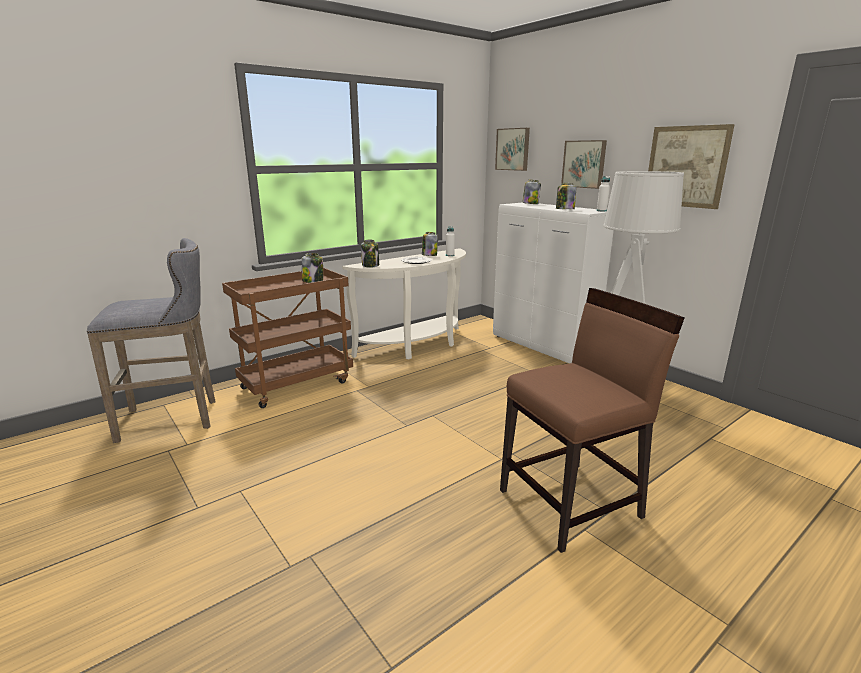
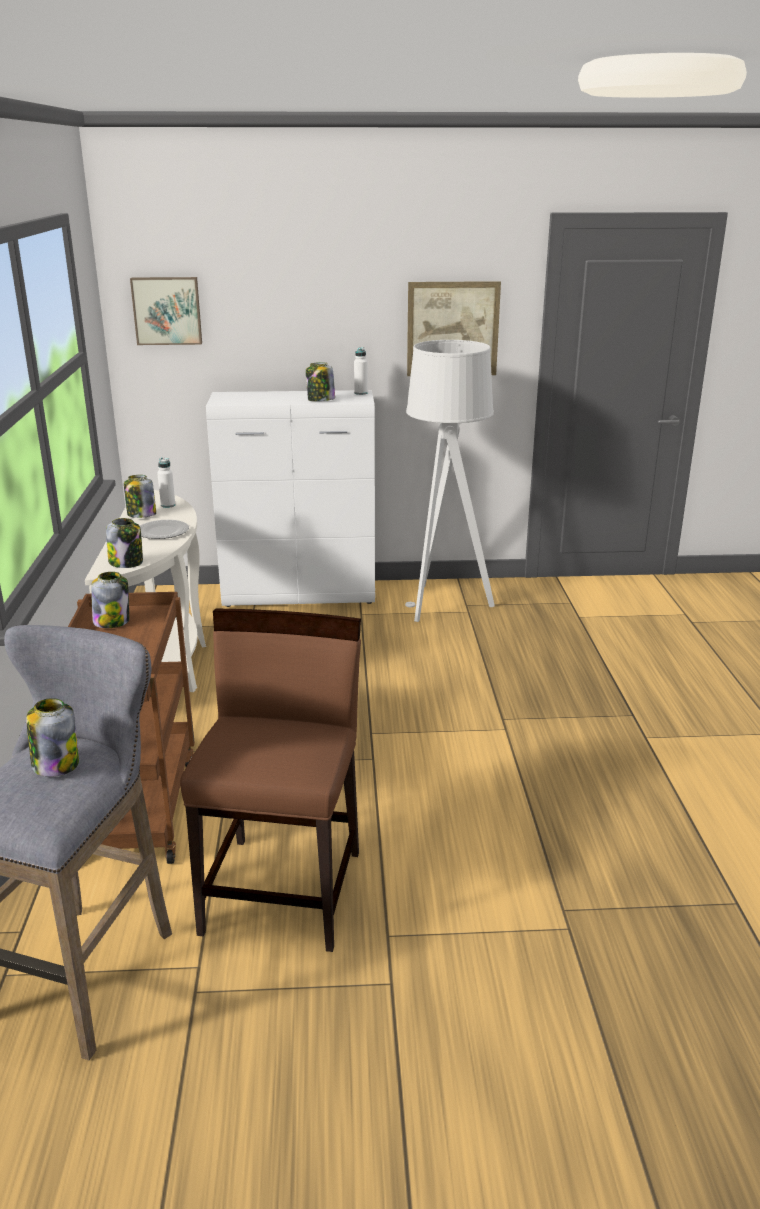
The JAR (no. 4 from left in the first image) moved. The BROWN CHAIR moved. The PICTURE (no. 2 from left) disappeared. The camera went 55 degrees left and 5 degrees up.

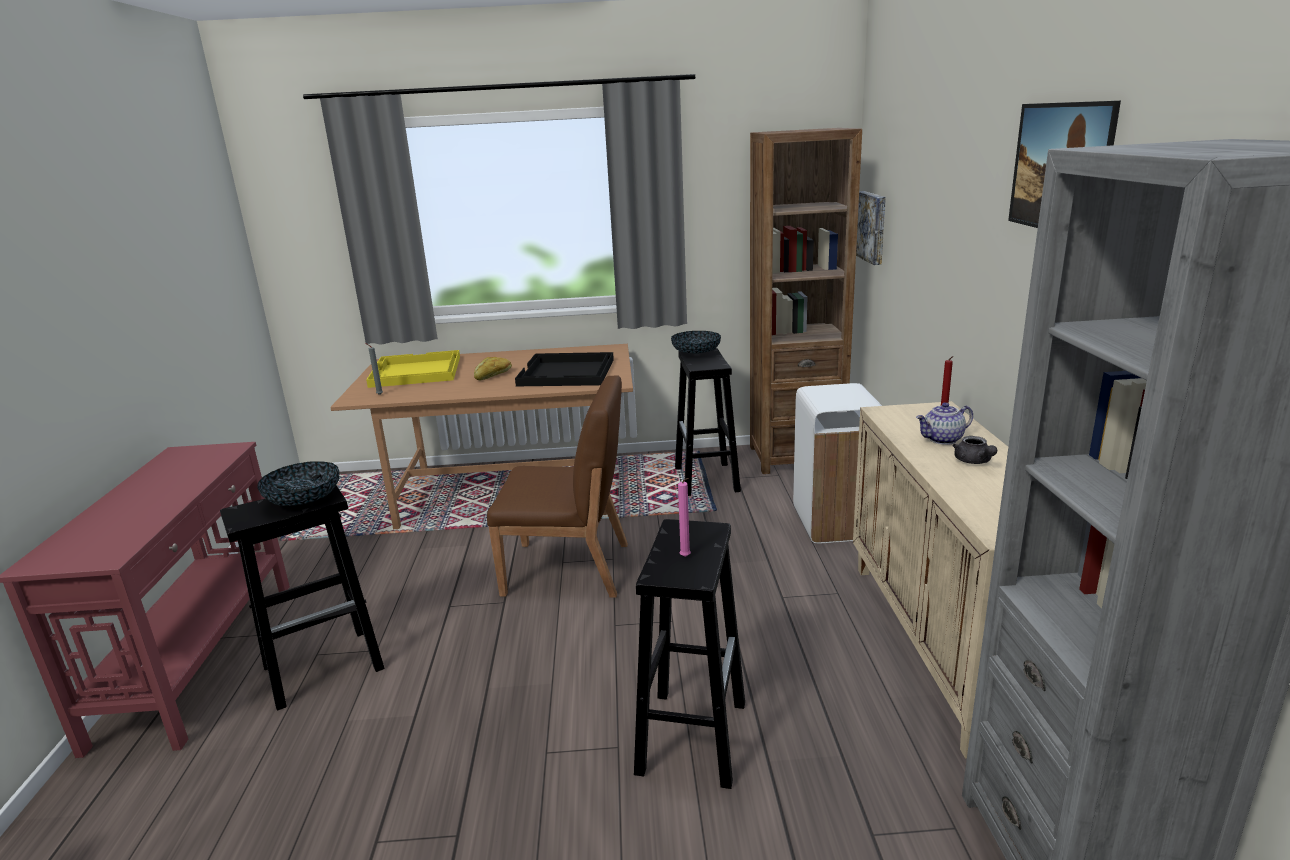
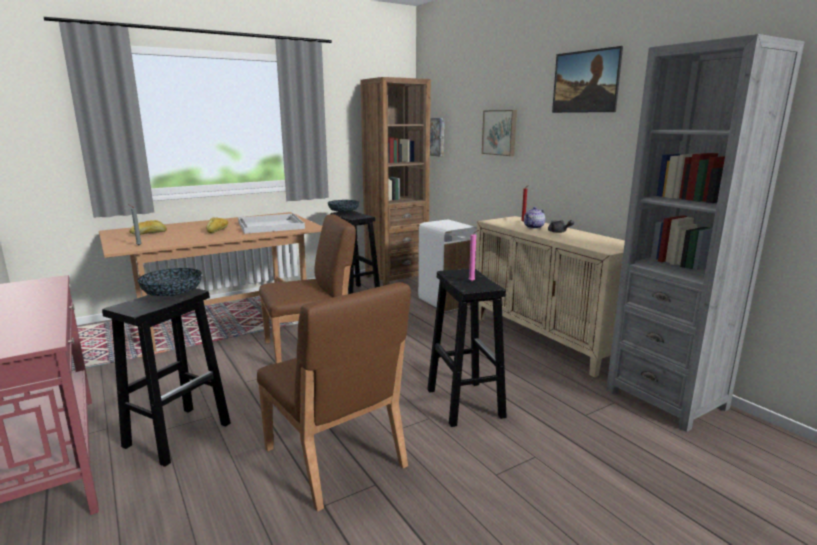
The YELLOW TRAY was replaced by the BREAD (no. 1 from left). The BLACK TRAY became the WHITE TRAY. The BROWN CHAIR (no. 2 from left) appeared. The PICTURE (no. 2 from left) appeared. The camera went 30 degrees left and 5 degrees down.

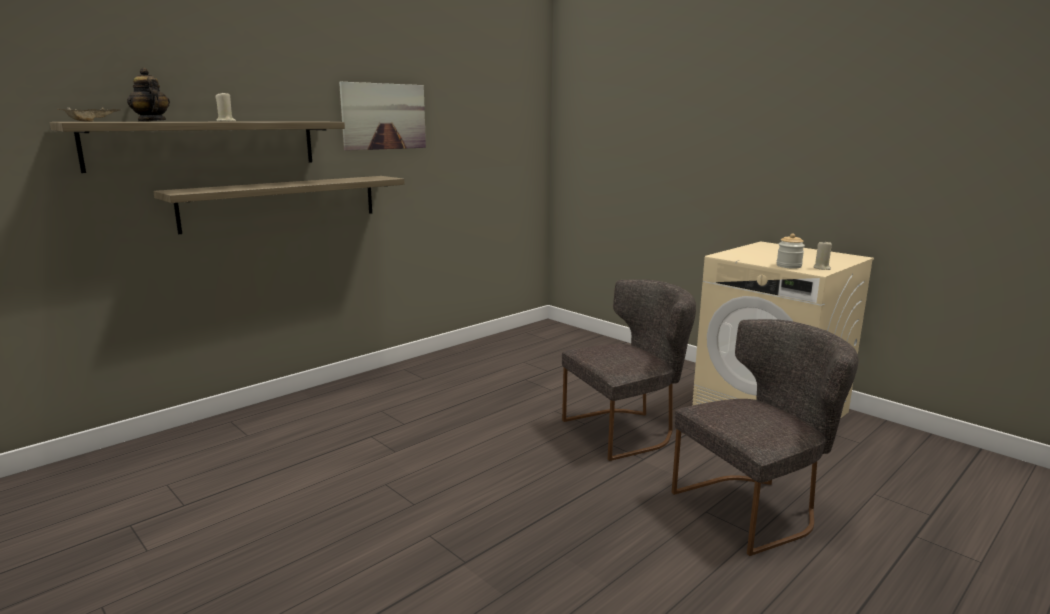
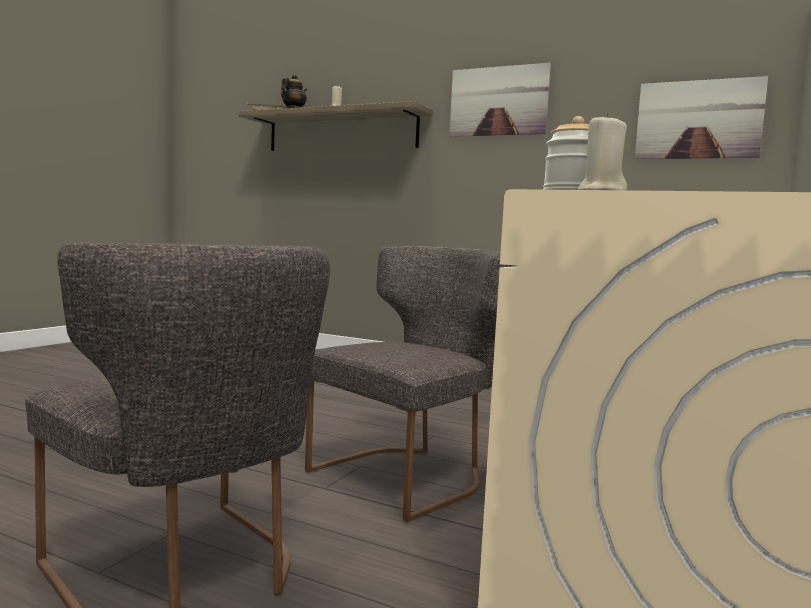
The GREY CHAIR (no. 1 from left in the first image) turned 90 degrees counterclockwise. The PICTURE (no. 2 from left) appeared. The SHELF (no. 2 from left) disappeared. The camera went 70 degrees right and 10 degrees down.

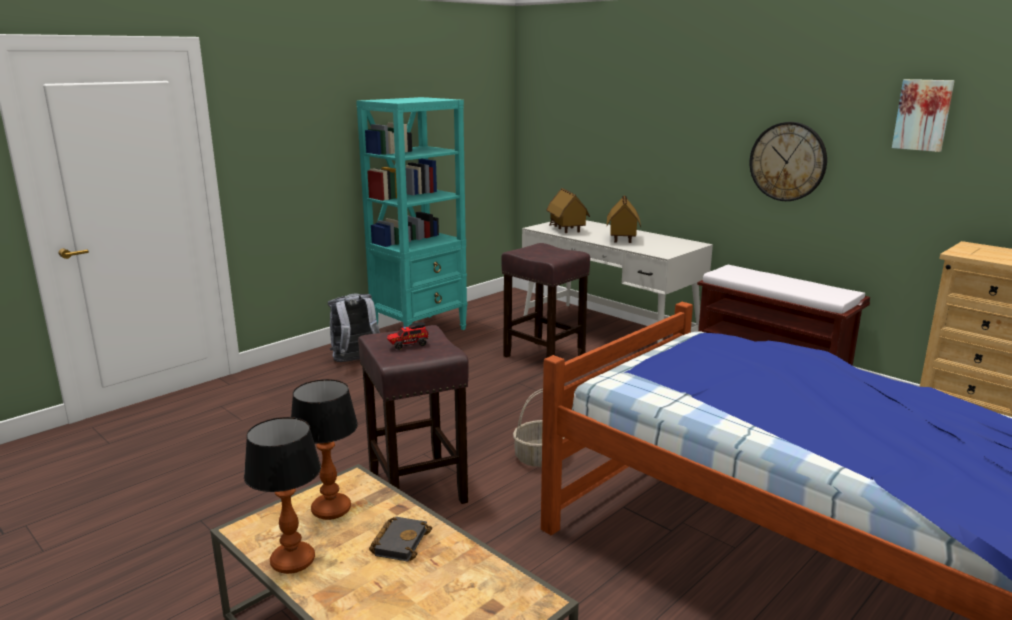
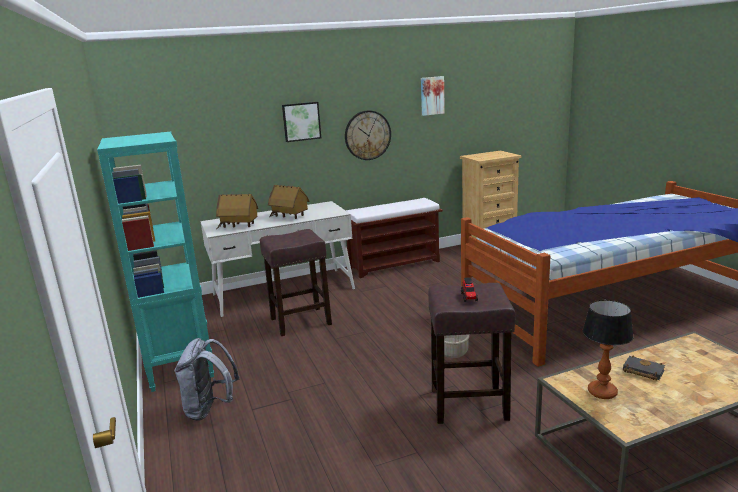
The PICTURE (no. 1 from left) appeared. The TABLE LAMP (no. 1 from left) disappeared. The camera went 65 degrees left and 0 degrees up.

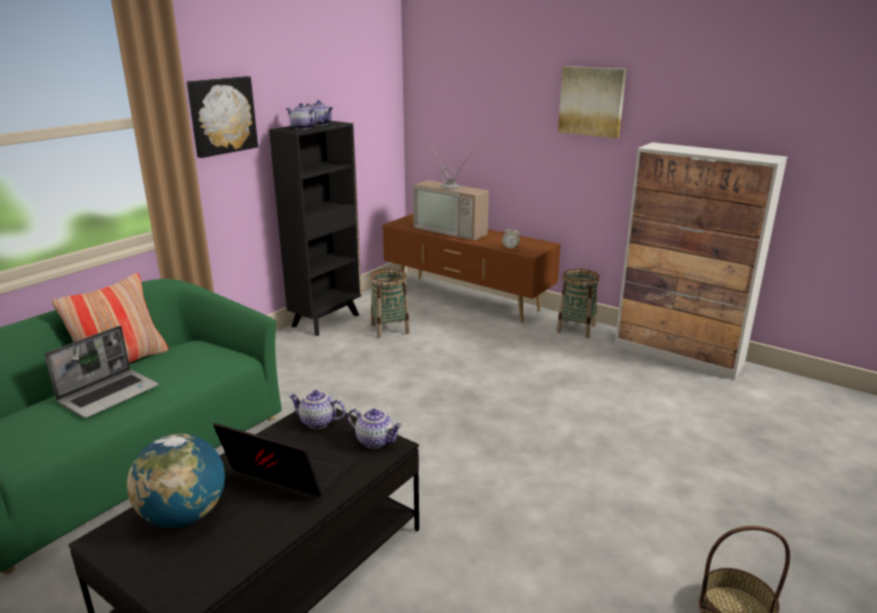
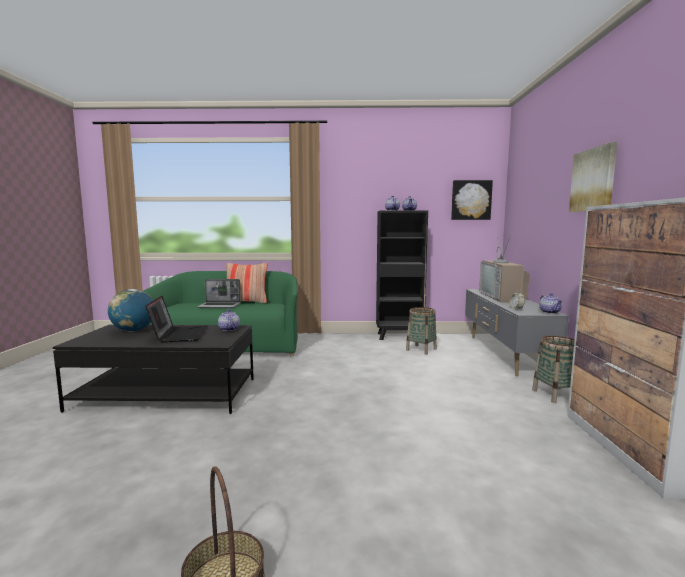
The PICTURE (no. 1 from left) moved. The BROWN TV STAND became the GREY TV STAND. The TEAPOT (no. 4 from left) moved. The camera went 55 degrees right and 15 degrees down.

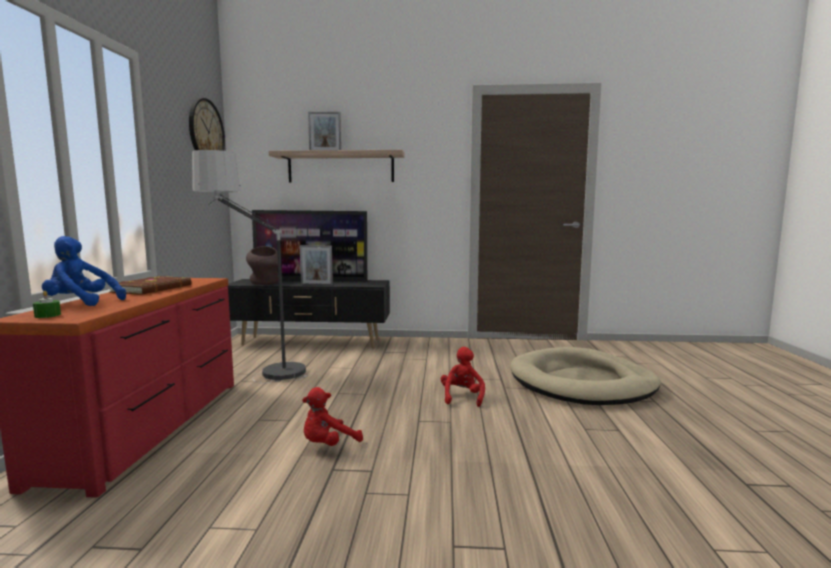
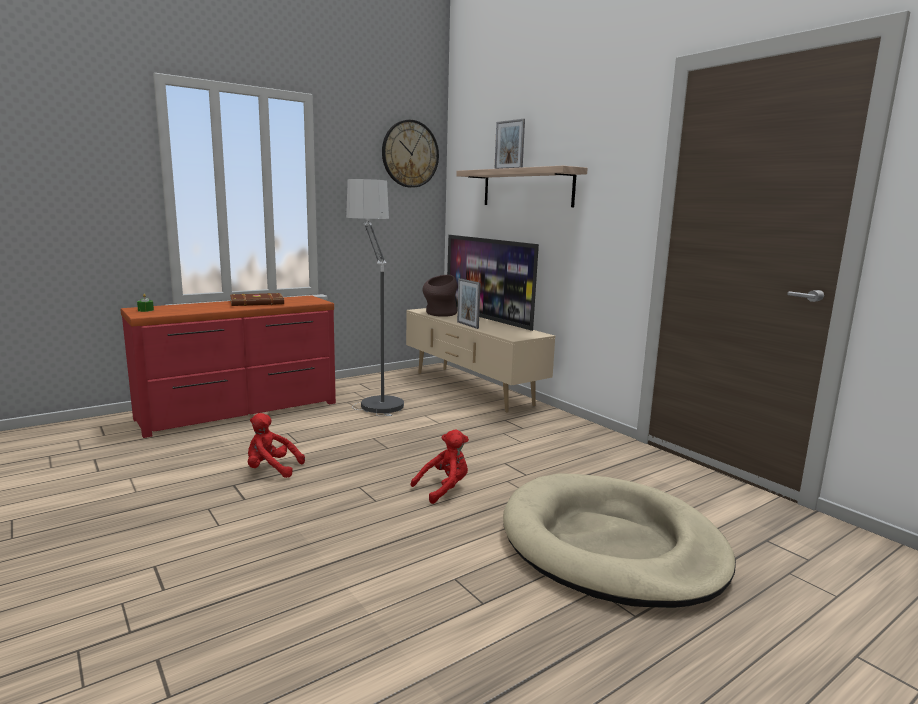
The BLACK TV STAND became the BEIGE TV STAND. The BLUE PLUSH TOY disappeared. The camera went 50 degrees right and 5 degrees up.

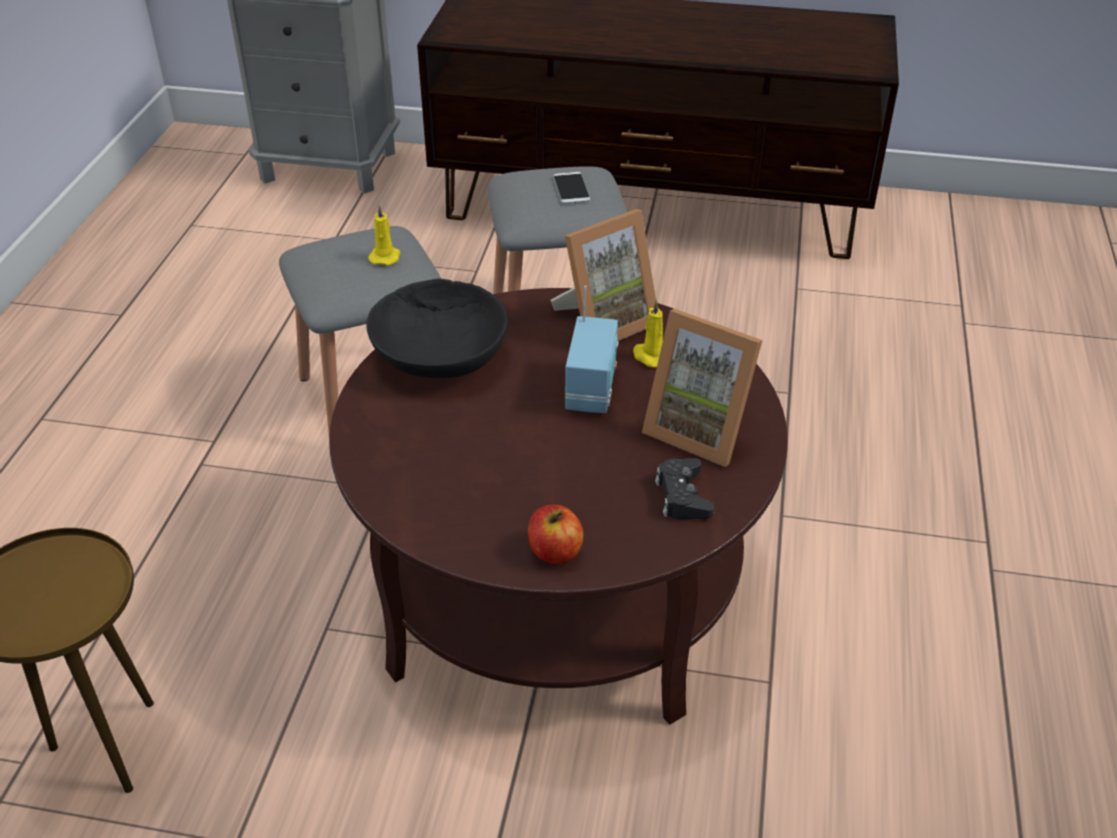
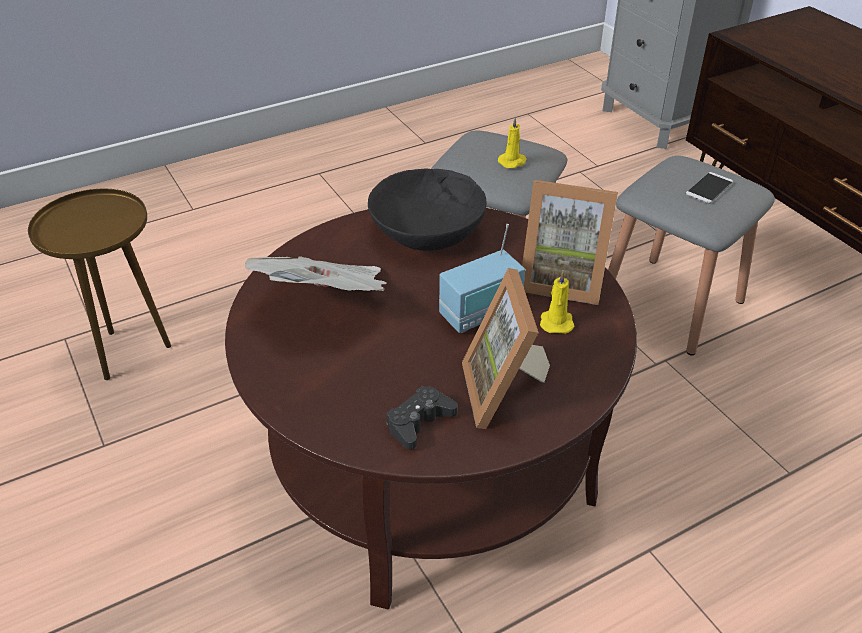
The NEWSPAPER appeared. The APPLE disappeared. The camera went 50 degrees right and 0 degrees up.

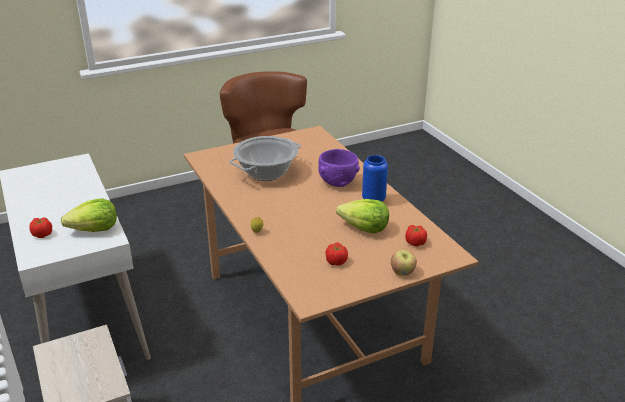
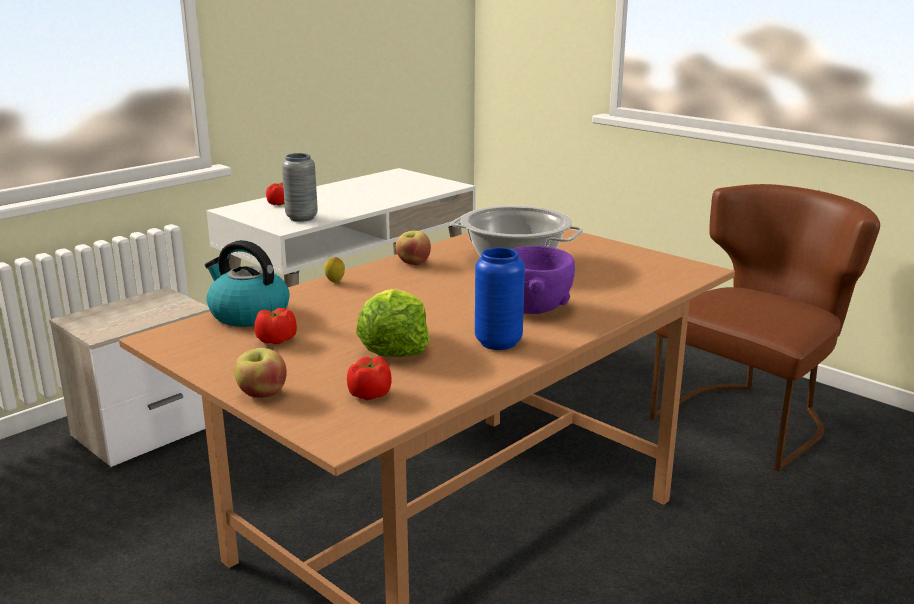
The KETTLE appeared. The LETTUCE (no. 1 from left) was replaced by the GREY VASE. The APPLE (no. 2 from left) appeared. The camera went 70 degrees right and 10 degrees down.

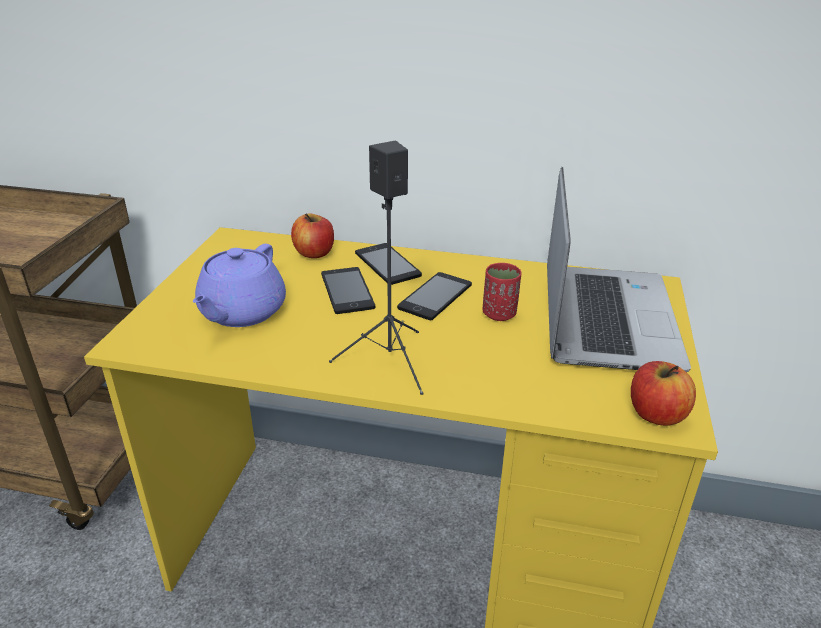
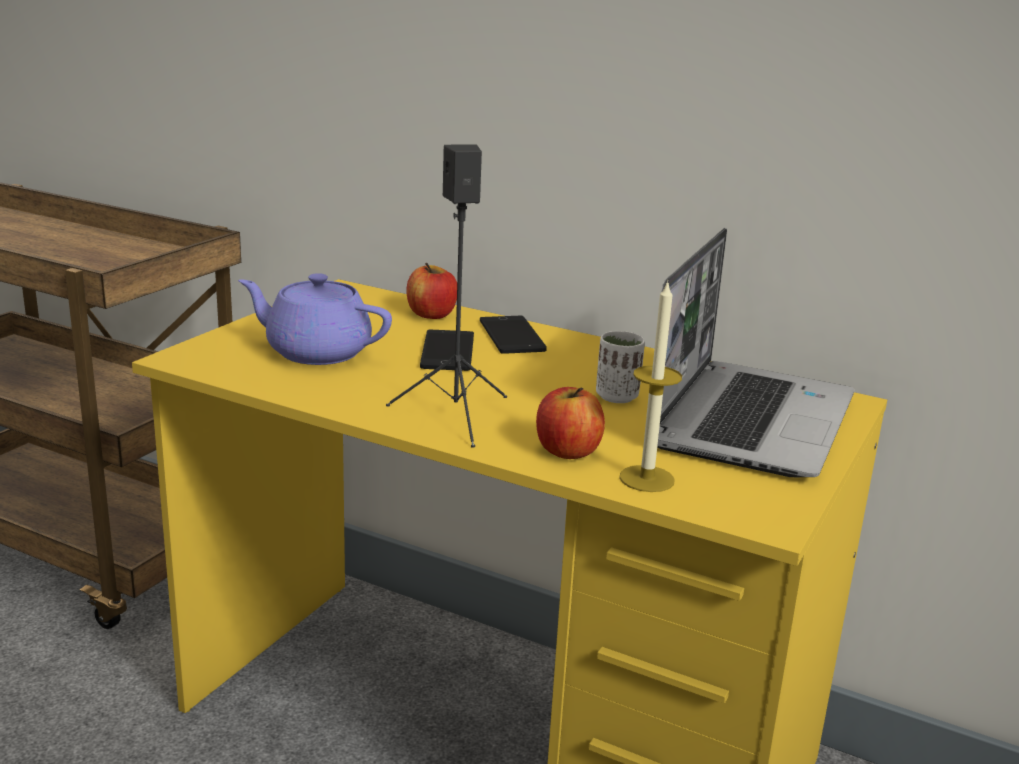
The PURPLE TEAPOT turned 75 degrees clockwise. The APPLE (no. 2 from left) moved. The RED CUP became the WHITE CUP. The CANDLE appeared. The PHONE (no. 3 from left) disappeared. The camera went 15 degrees right and 10 degrees down.

